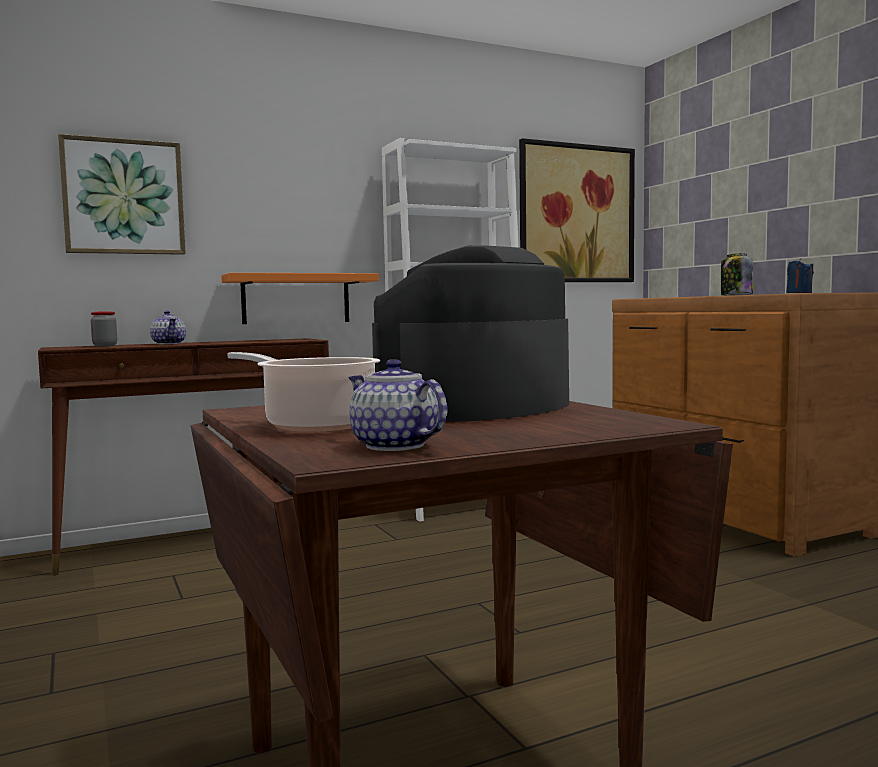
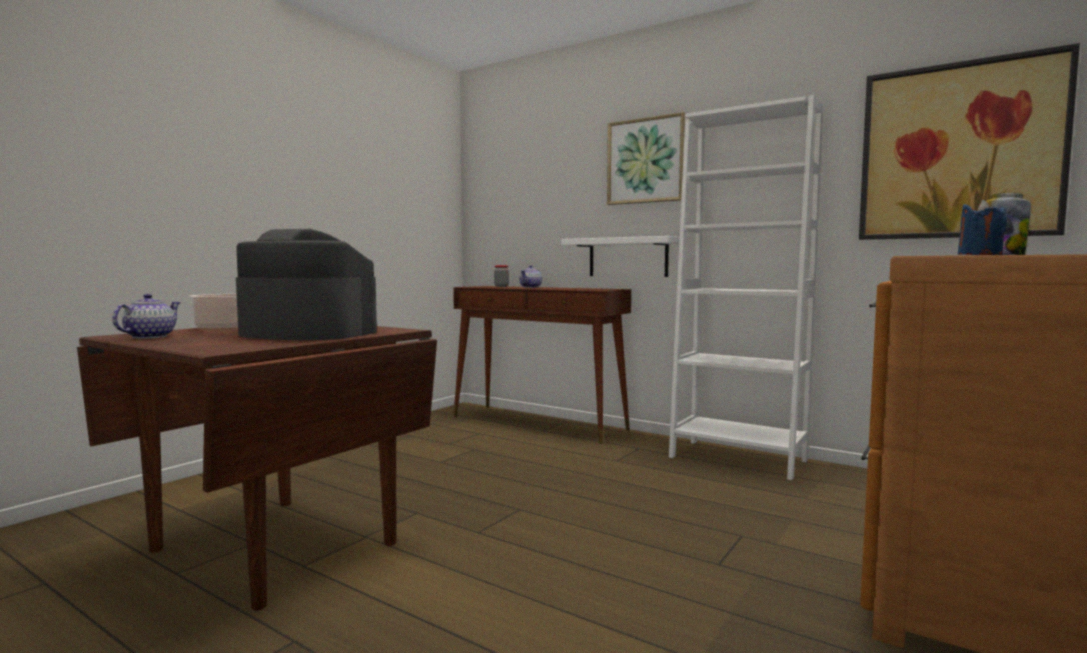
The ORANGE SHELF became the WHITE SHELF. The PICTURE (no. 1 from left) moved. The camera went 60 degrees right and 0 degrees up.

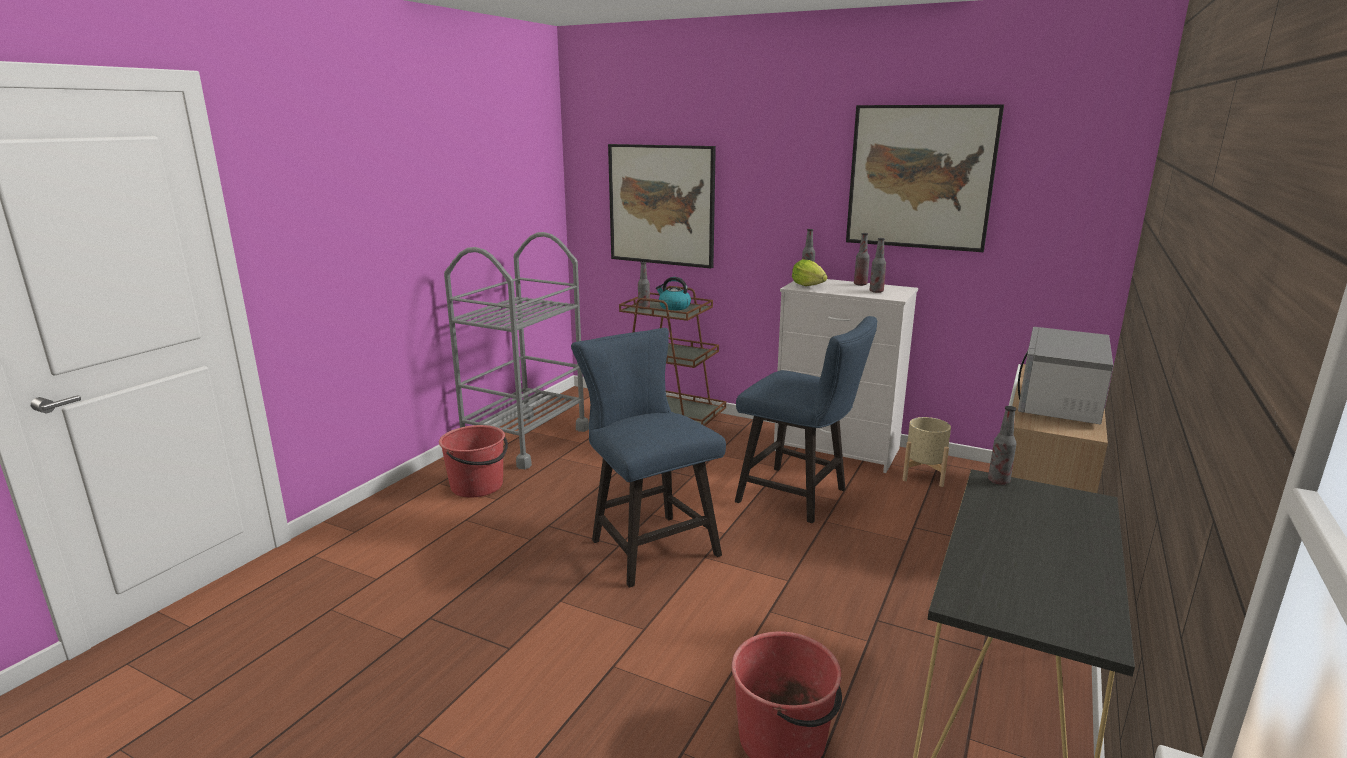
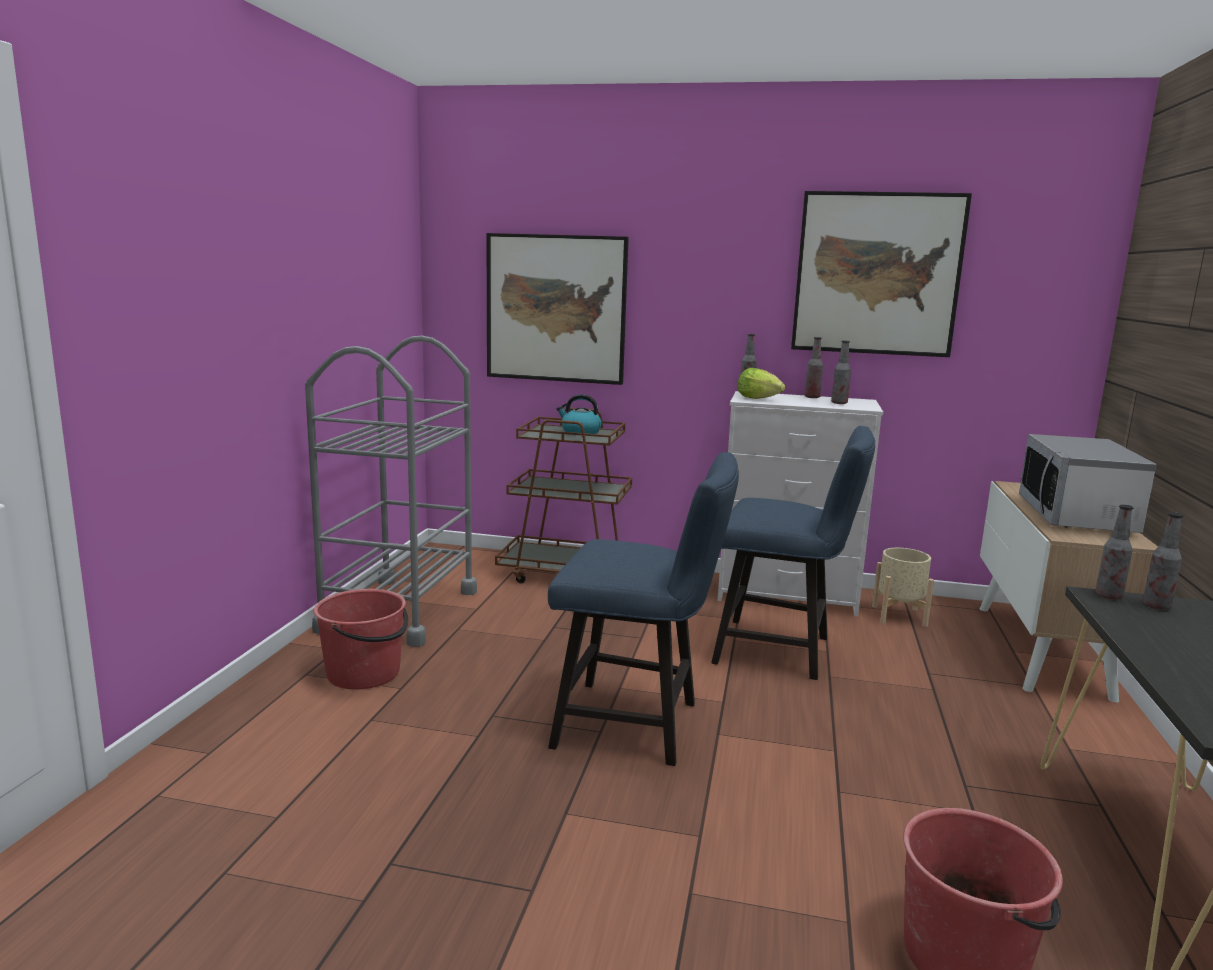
The BLUE CHAIR (no. 1 from left) turned 150 degrees clockwise. The BOTTLE (no. 1 from left in the first image) moved. The camera went 15 degrees left and 5 degrees down.

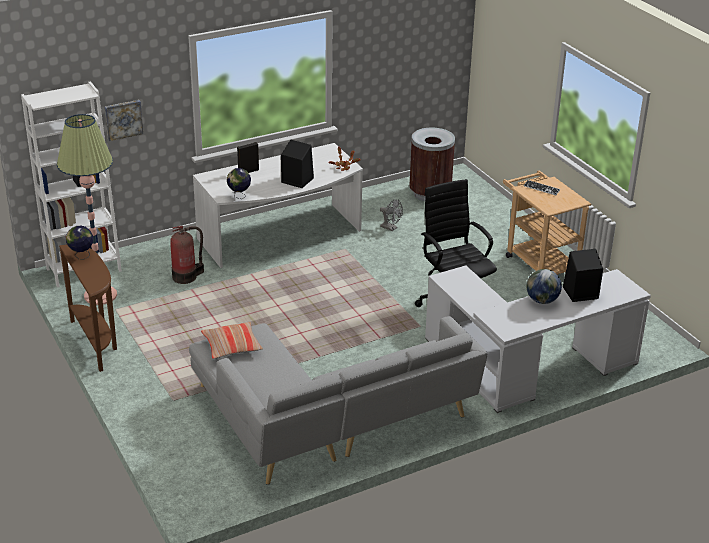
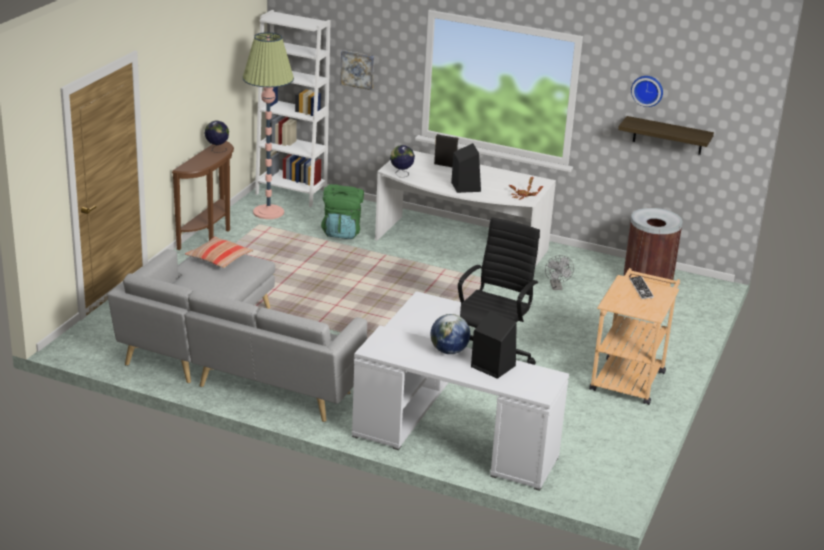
The FIRE EXTINGUISHER was replaced by the GREEN BACKPACK. The SHELF appeared. The WALL CLOCK appeared. The camera went 50 degrees right and 5 degrees down.

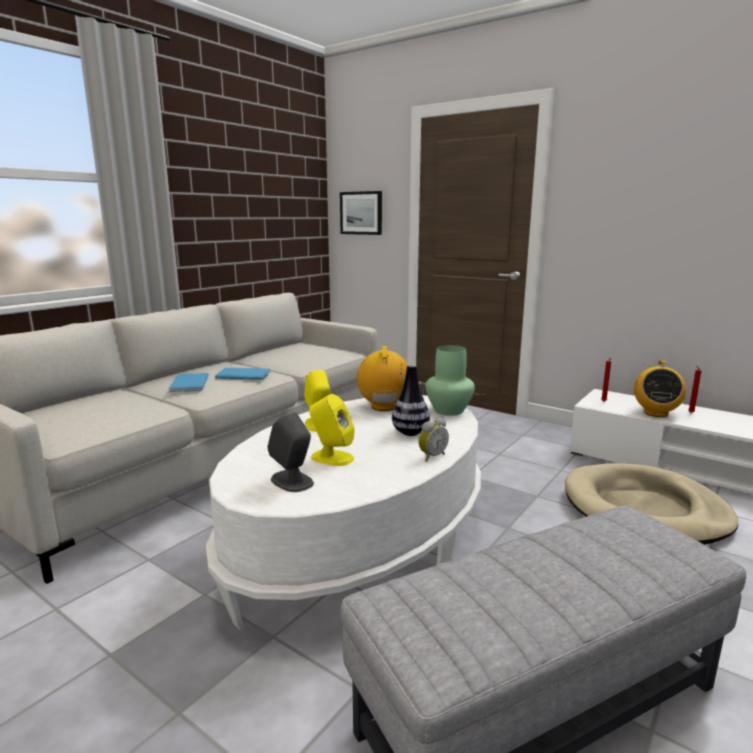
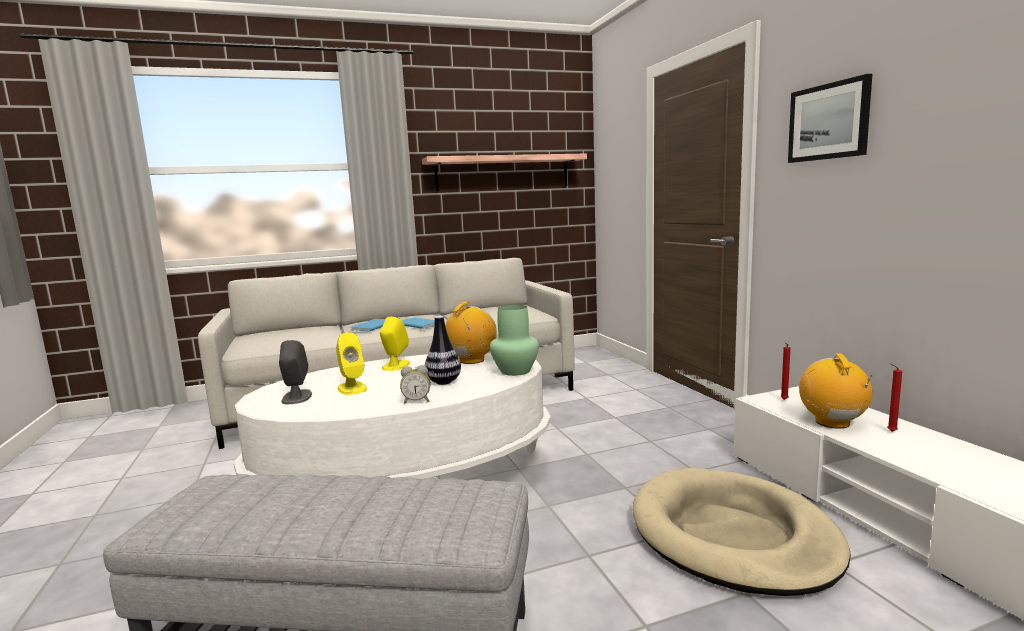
The SHELF appeared. The PICTURE moved. The RADIO (no. 2 from left) turned 135 degrees clockwise. The camera went 35 degrees right and 5 degrees down.

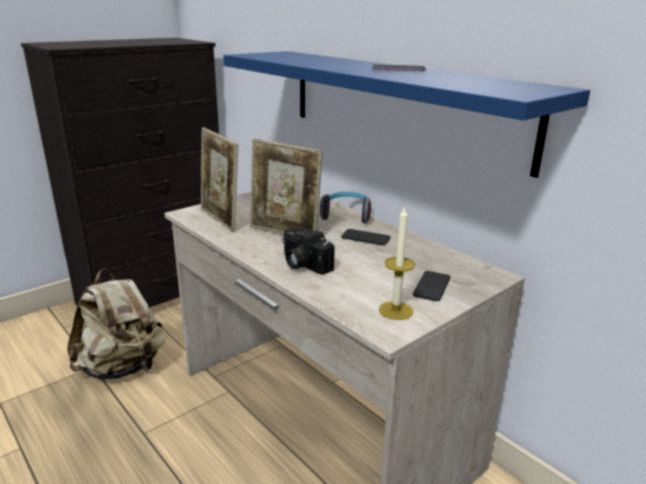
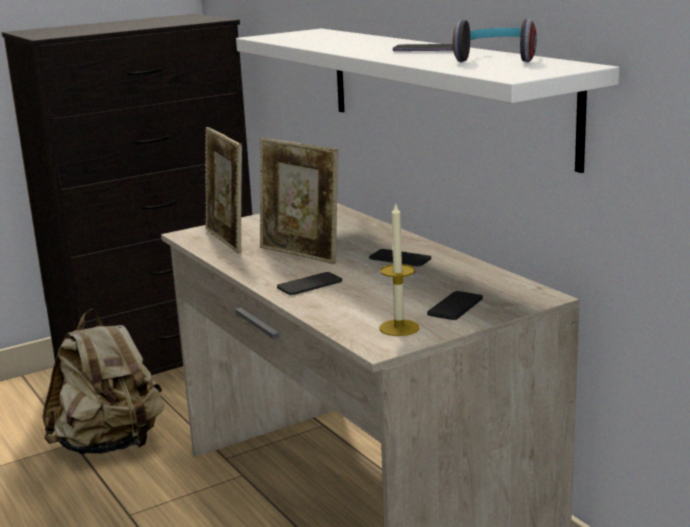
The BLUE SHELF became the WHITE SHELF. The PHOTO CAMERA was replaced by the PHONE (no. 1 from left). The HEADPHONES moved. The camera went 10 degrees right and 5 degrees down.

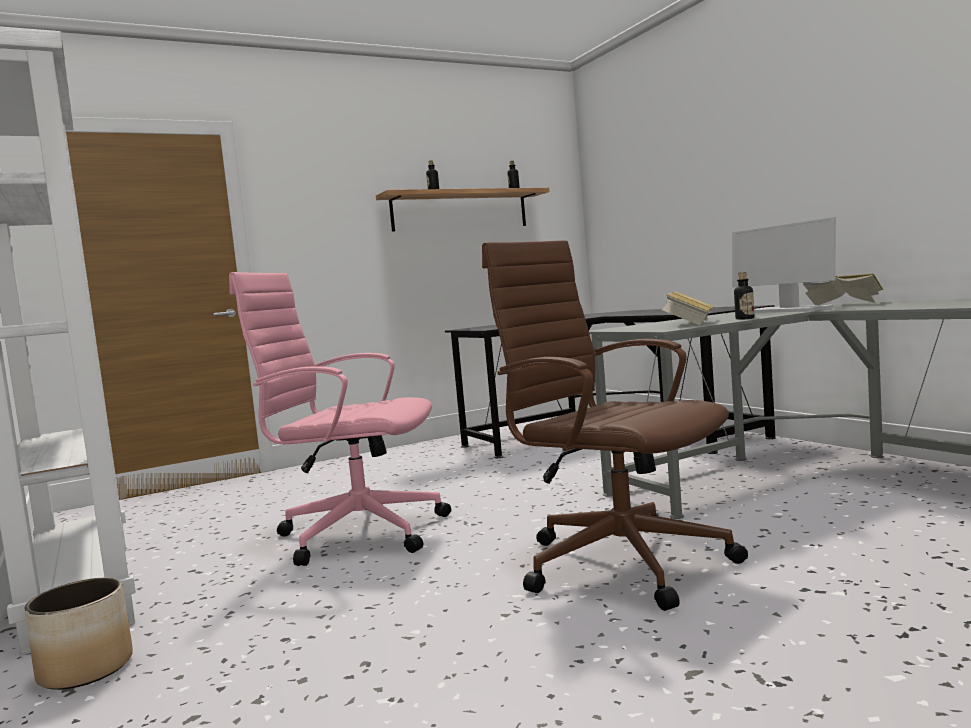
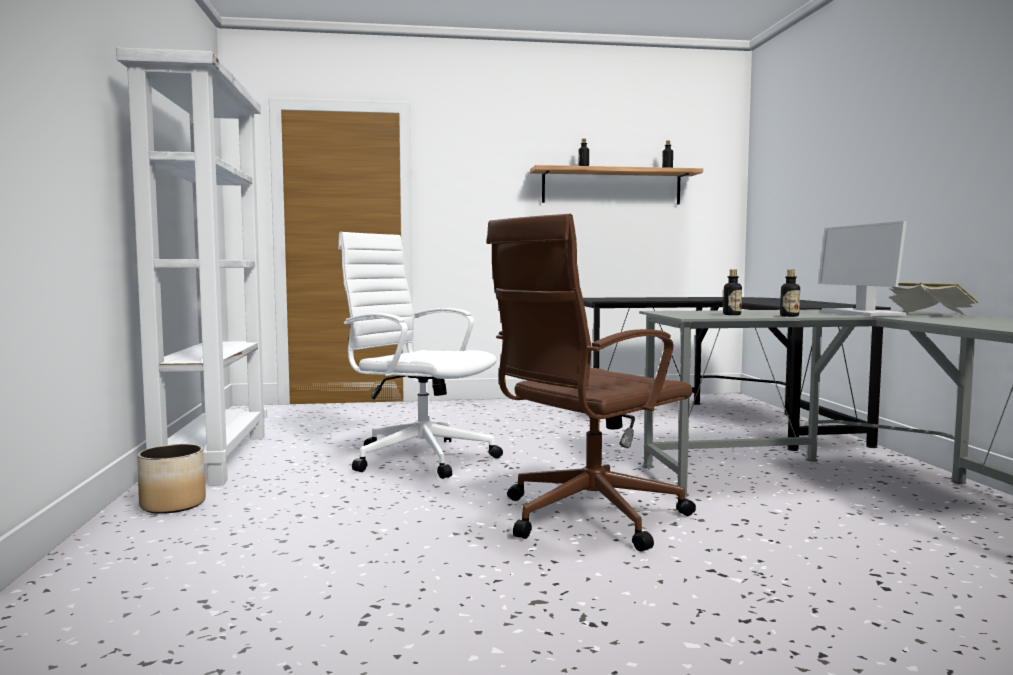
The PINK OFFICE CHAIR became the WHITE OFFICE CHAIR. The BROWN OFFICE CHAIR turned 105 degrees counterclockwise. The BOOK (no. 1 from left) was replaced by the BOTTLE (no. 3 from left). The camera went 20 degrees right and 0 degrees up.

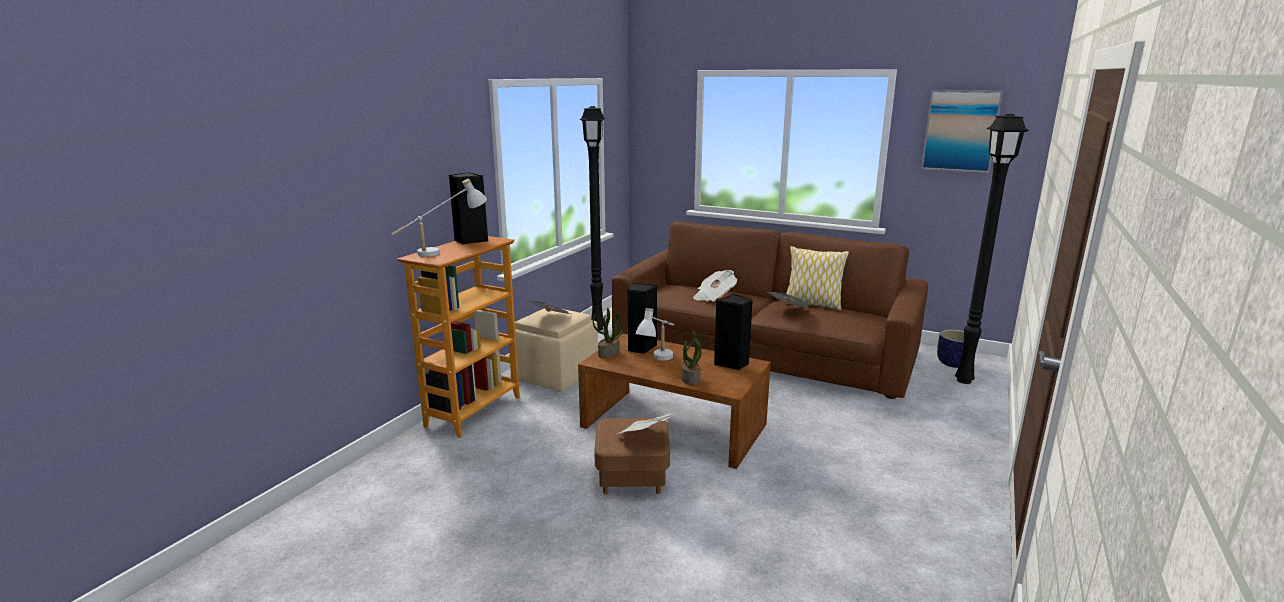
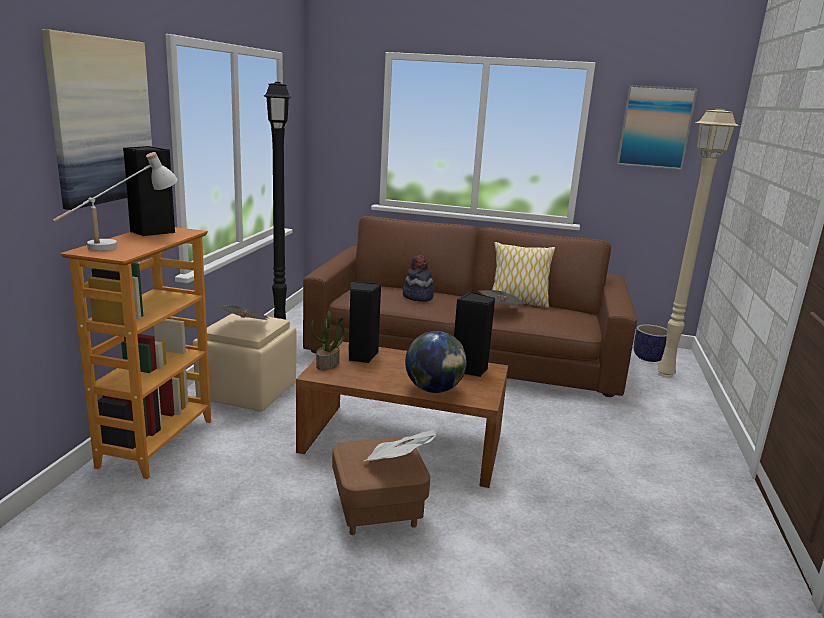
The PICTURE (no. 1 from left) appeared. The NEWSPAPER (no. 3 from left) was replaced by the HAT. The POTTED PLANT (no. 2 from left) was replaced by the GLOBE. The BLACK FLOOR LAMP (no. 2 from left) became the BEIGE FLOOR LAMP. The WHITE TABLE LAMP (no. 2 from left) disappeared. The camera went 15 degrees left and 0 degrees up.

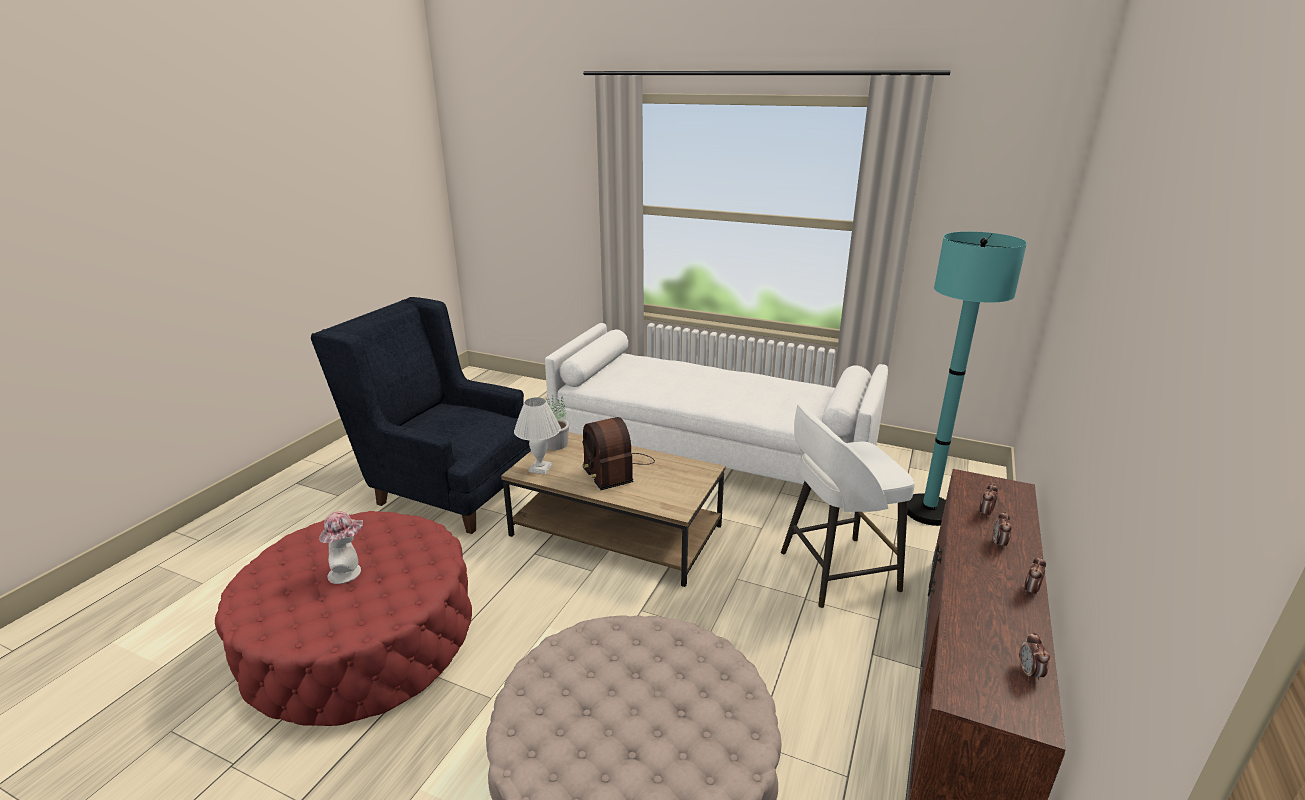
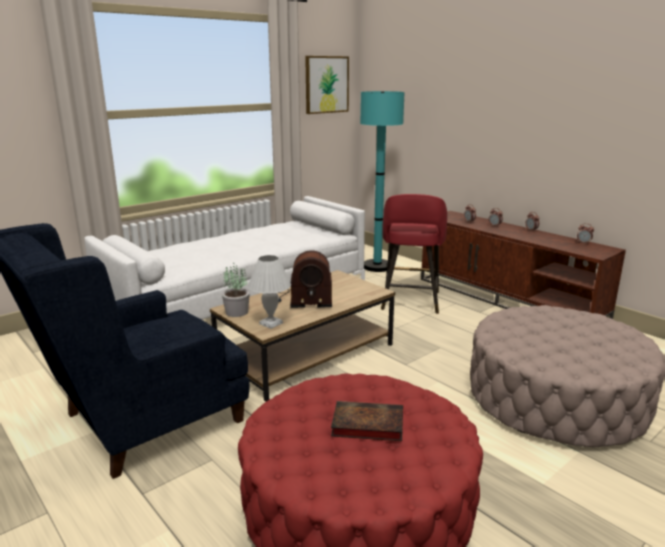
The PICTURE appeared. The HAT was replaced by the BOOK. The WHITE STOOL became the RED STOOL. The camera went 65 degrees left and 5 degrees down.

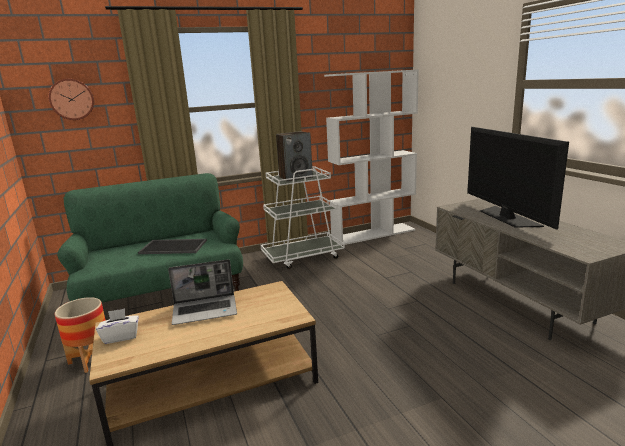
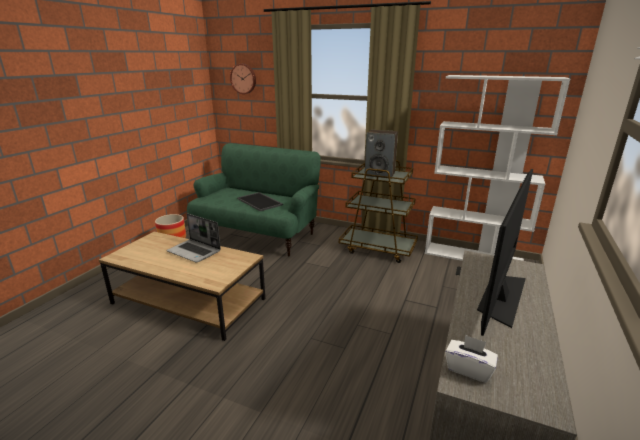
The WHITE CART became the BROWN CART. The WHITE TISSUE BOX moved. The camera went 45 degrees right and 5 degrees up.

